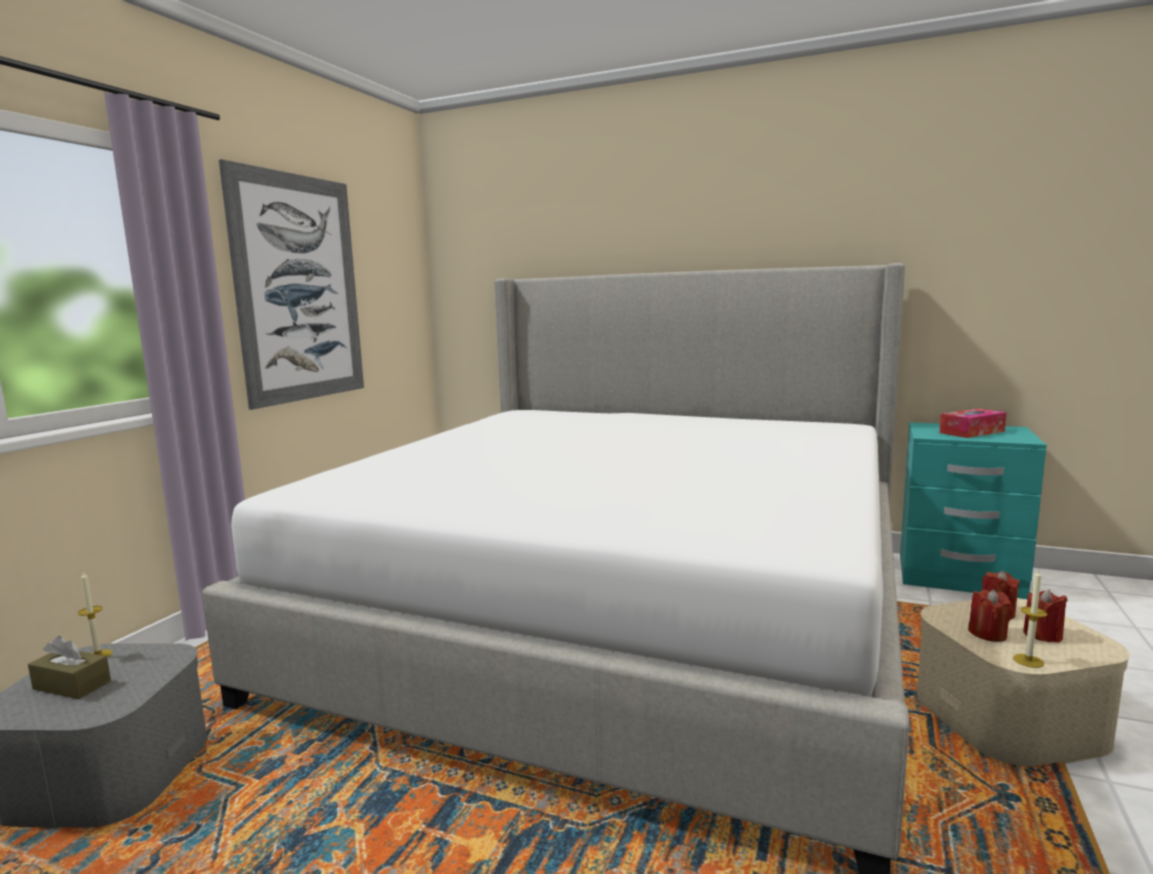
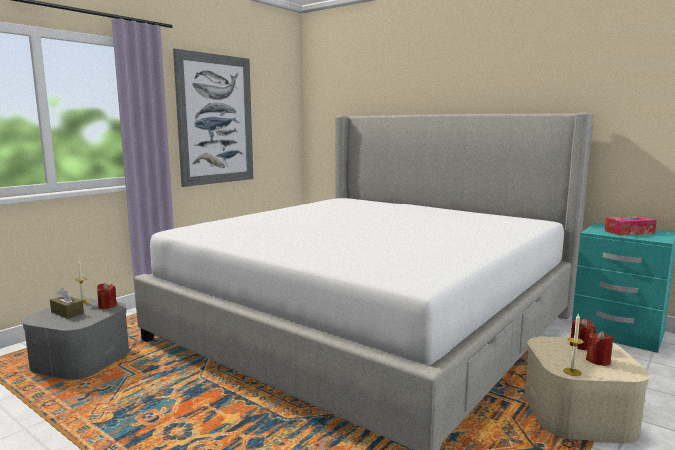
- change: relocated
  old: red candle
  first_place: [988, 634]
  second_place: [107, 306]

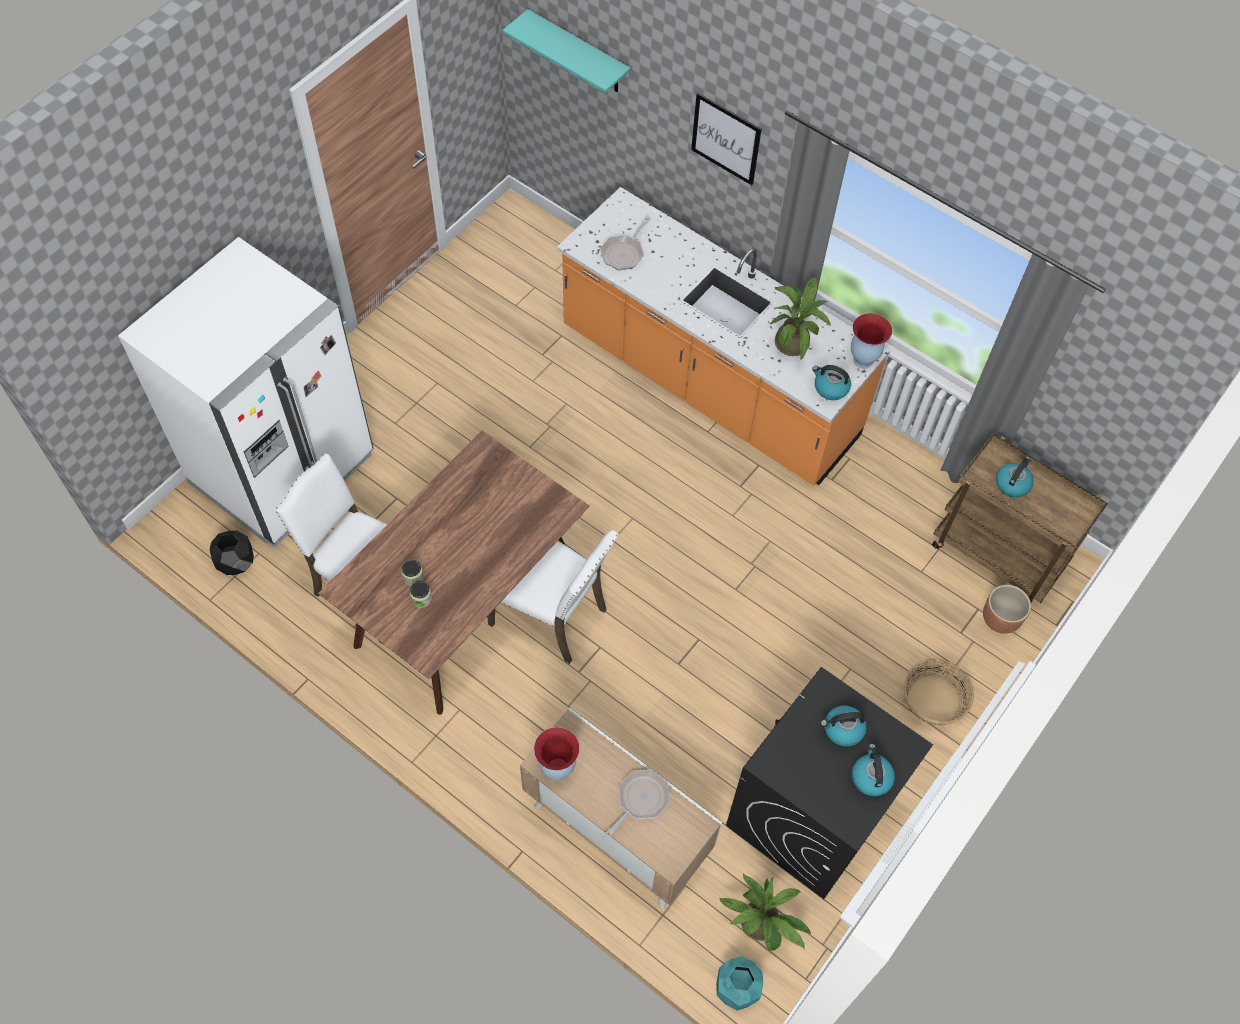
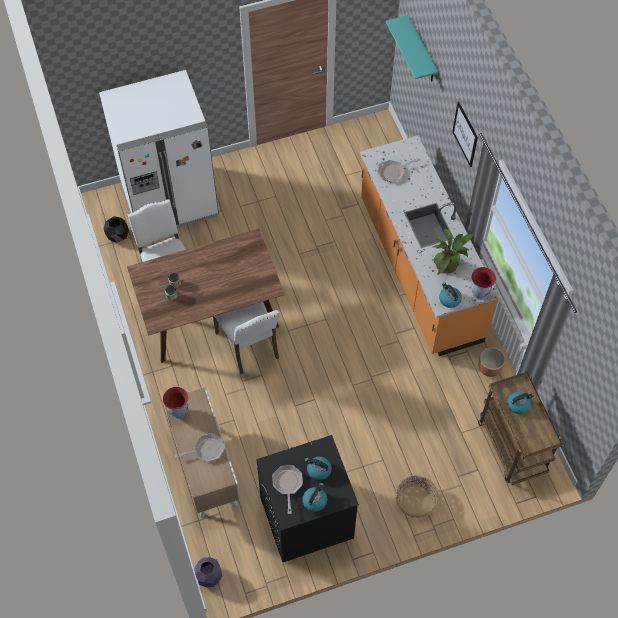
- change: missing
  old: potted plant
  first_place: [761, 926]
- change: appeared
  new: frying pan
  second_place: [287, 484]
- change: relocated
  old: brown planter
  first_place: [1000, 619]
  second_place: [489, 368]
- change: colour
  old: turquoise planter
  new: purple planter
  first_place: [736, 988]
  second_place: [208, 576]

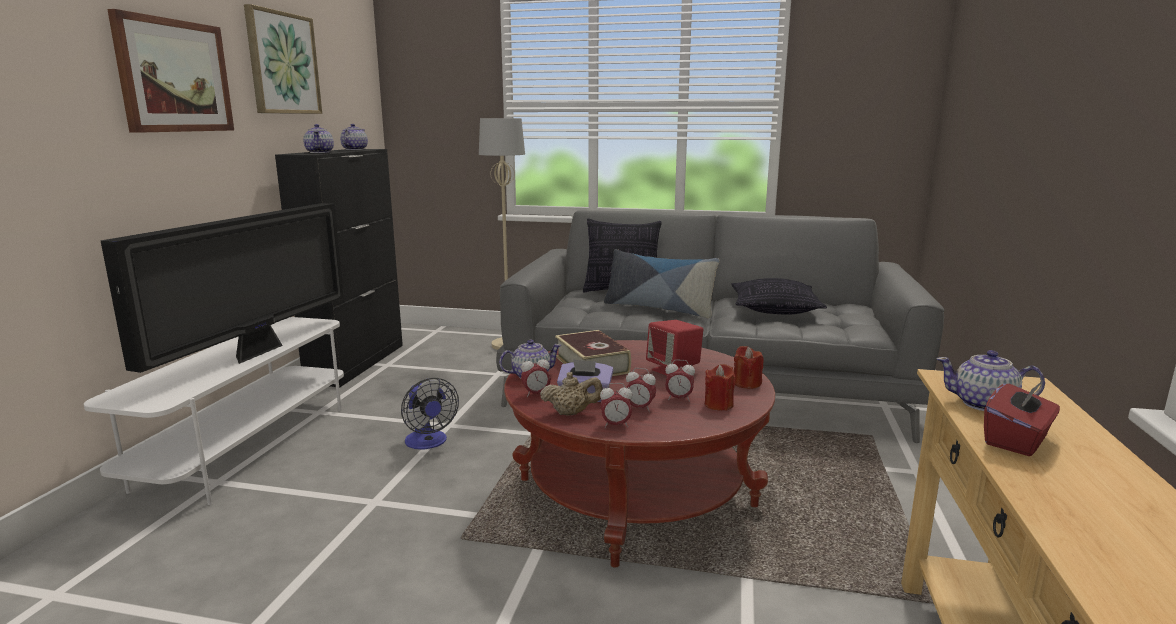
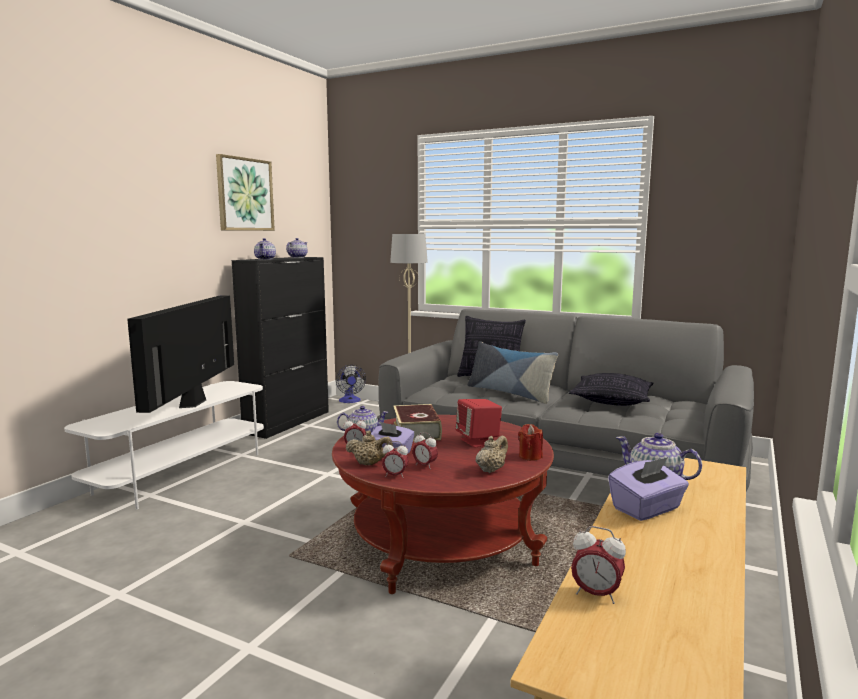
- change: missing
  old: picture
  first_place: [174, 76]
- change: relocated
  old: fan
  first_place: [428, 443]
  second_place: [350, 401]
- change: relocated
  old: alarm clock
  first_place: [679, 399]
  second_place: [596, 594]
- change: exchanged
  old: red candle
  new: beige teapot
  first_place: [718, 405]
  second_place: [491, 470]
- change: colour
  old: red tissue box
  new: purple tissue box
  first_place: [1017, 440]
  second_place: [647, 509]
- change: spun
  old: television
  first_place: [258, 352]
  second_place: [192, 403]
  degrees: 150

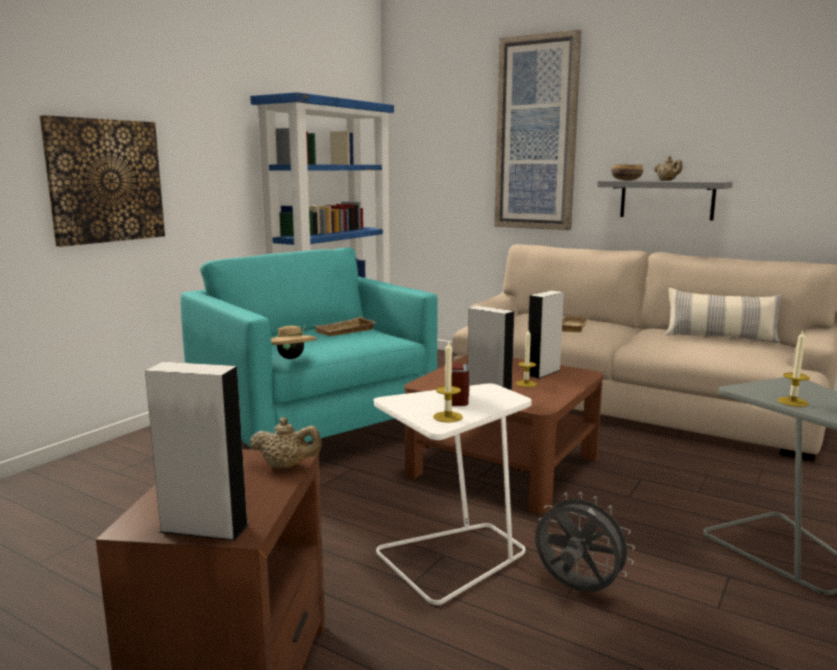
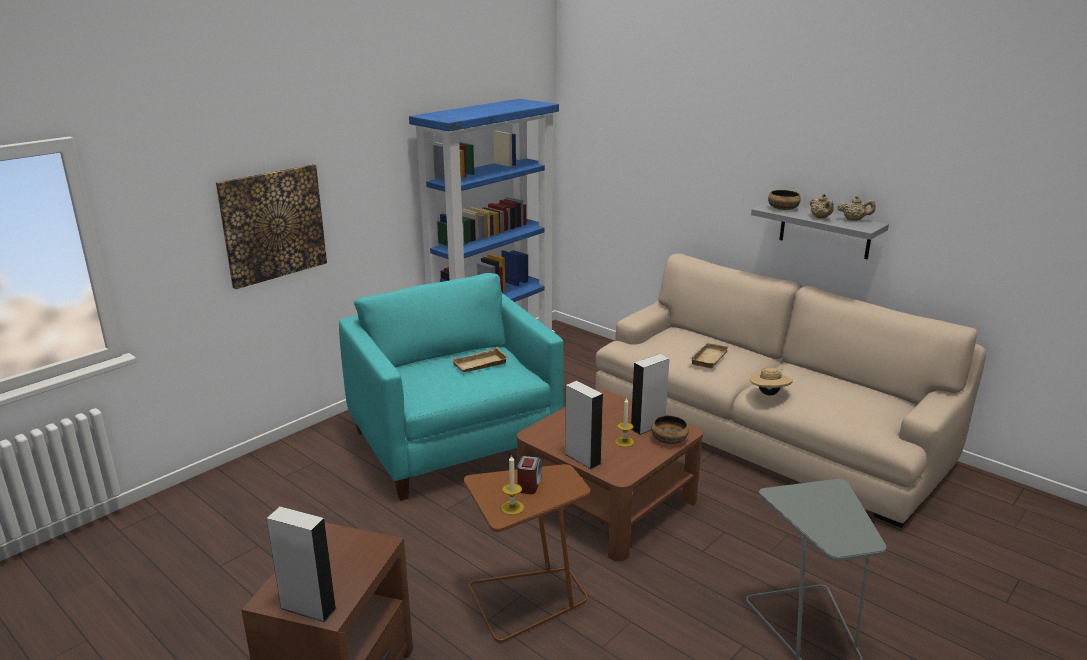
- change: missing
  old: picture
  first_place: [536, 134]
- change: missing
  old: grey fan
  first_place: [576, 589]
- change: missing
  old: pillow
  first_place: [720, 338]
- change: missing
  old: candle
  first_place: [792, 402]
- change: appeared
  new: bowl
  second_place: [668, 439]
- change: relocated
  old: beige teapot
  first_place: [286, 466]
  second_place: [854, 220]
- change: relocated
  old: beige hat
  first_place: [292, 358]
  second_place: [769, 393]
- change: colour
  old: white side table
  new: brown side table
  first_place: [453, 558]
  second_place: [527, 600]

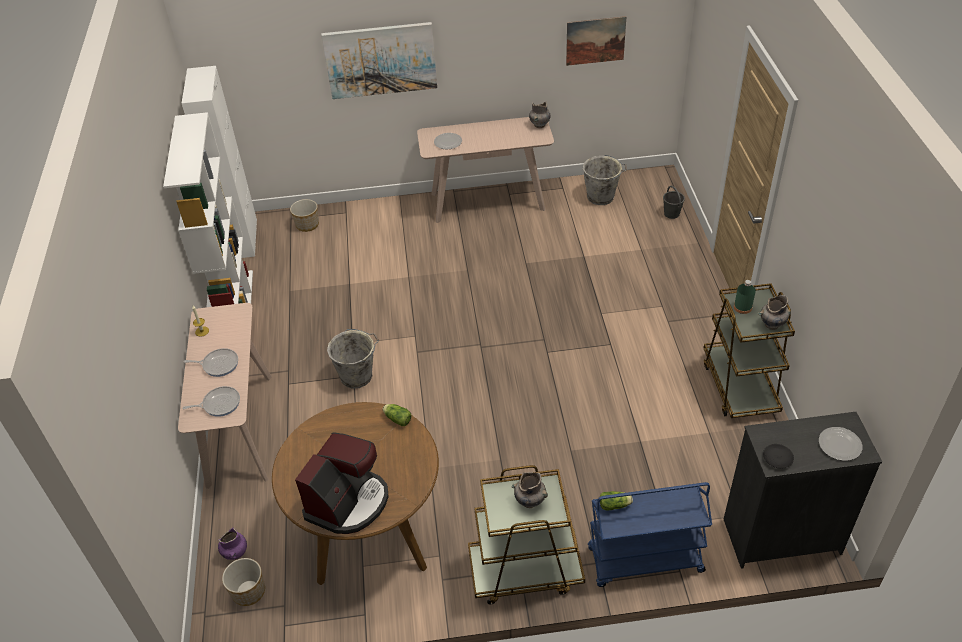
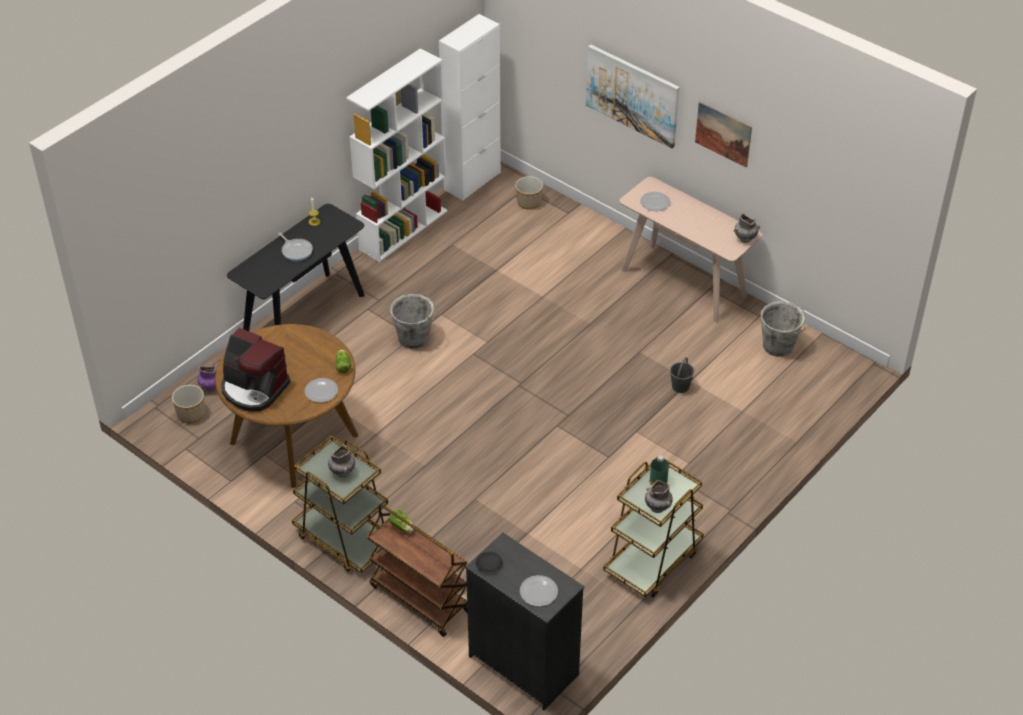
- change: missing
  old: frying pan
  first_place: [219, 404]
- change: appeared
  new: plate
  second_place: [321, 391]
- change: relocated
  old: picture
  first_place: [595, 40]
  second_place: [723, 134]
- change: relocated
  old: grey bucket
  first_place: [672, 214]
  second_place: [680, 387]
- change: colour
  old: beige console table
  new: black console table
  first_place: [239, 429]
  second_place: [304, 314]
- change: colour
  old: blue cart
  new: brown cart
  first_place: [644, 561]
  second_place: [419, 598]
- change: spun
  old: coffee machine
  first_place: [348, 502]
  second_place: [254, 388]
  degrees: 45

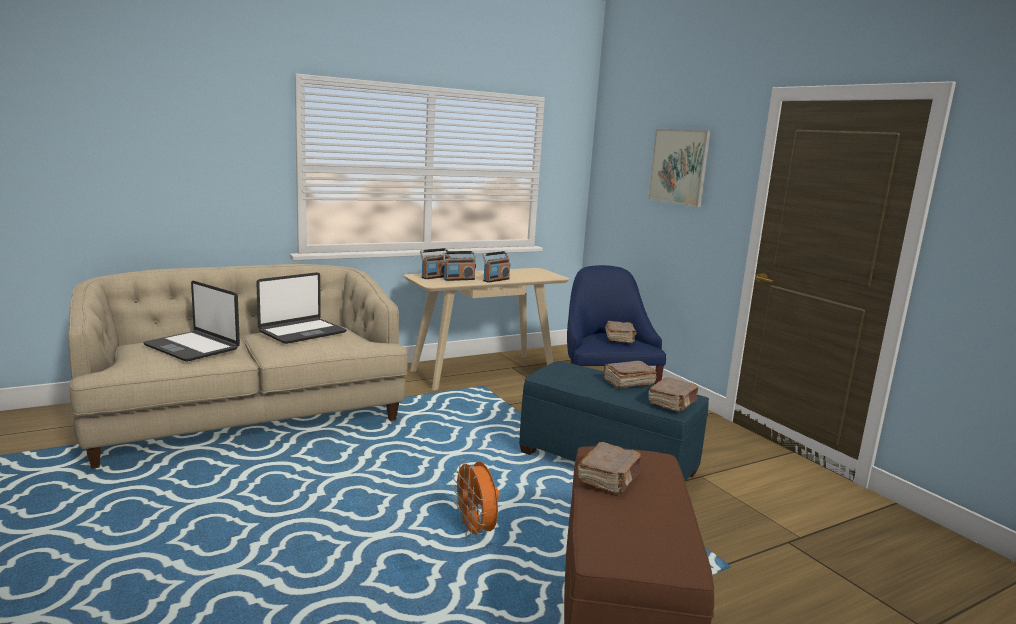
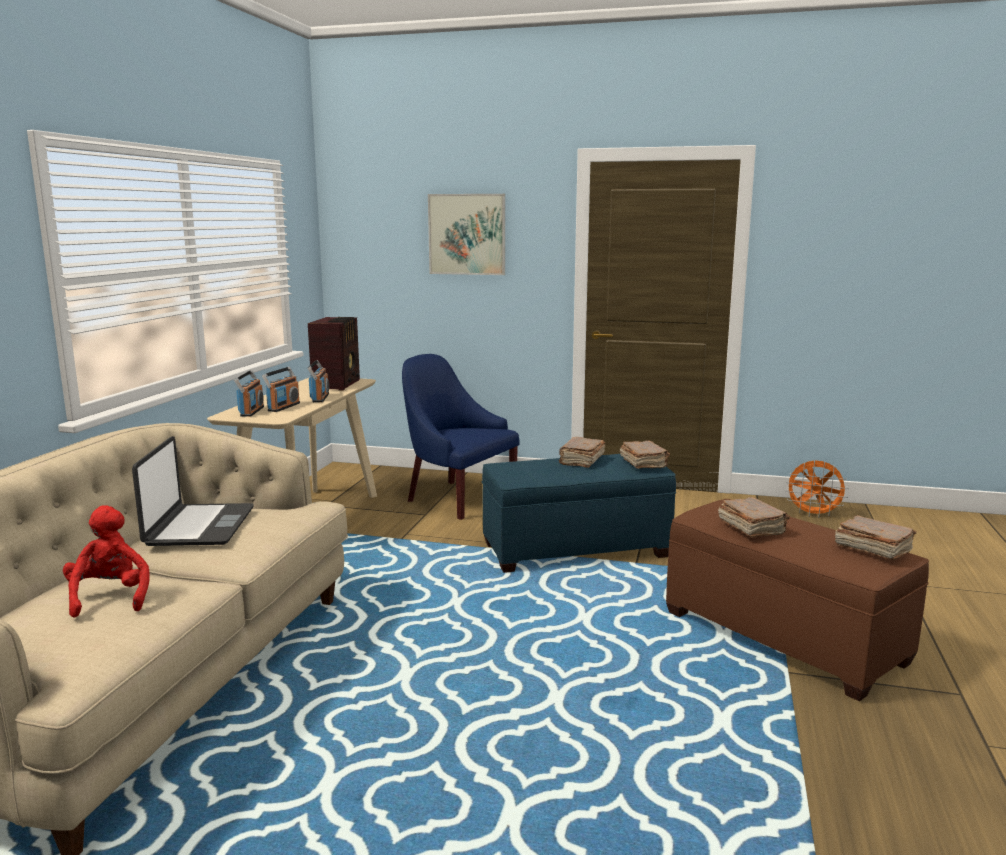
- change: appeared
  new: radio
  second_place: [337, 384]
- change: relocated
  old: orange fan
  first_place: [475, 532]
  second_place: [813, 514]
- change: relocated
  old: brown book
  first_place: [620, 338]
  second_place: [872, 549]
- change: exchanged
  old: laptop
  new: red plush toy
  first_place: [193, 347]
  second_place: [110, 597]

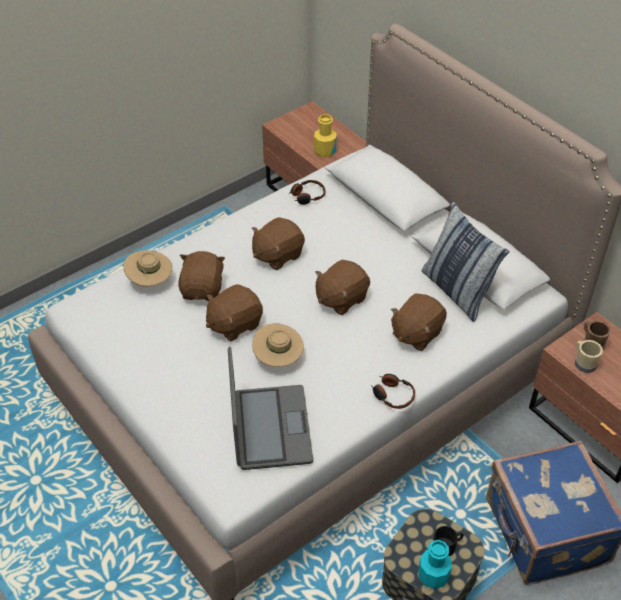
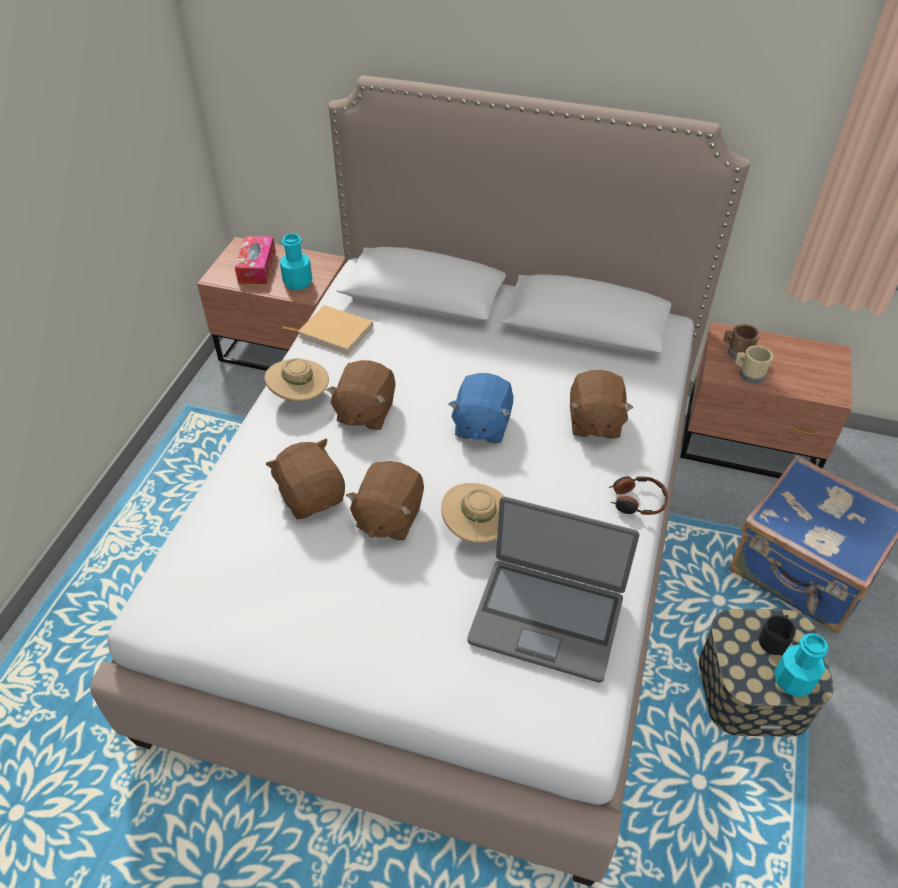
- change: missing
  old: pillow
  first_place: [457, 291]
- change: appeared
  new: tissue box
  second_place: [257, 267]
- change: relocated
  old: beige hat
  first_place: [150, 280]
  second_place: [300, 396]
- change: exchanged
  old: headphones
  new: beige book
  first_place: [307, 196]
  second_place: [337, 332]
- change: colour
  old: yellow bottle
  new: turquoise bottle
  first_place: [325, 151]
  second_place: [298, 282]
- change: colour
  old: brown plush toy
  new: blue plush toy
  first_place: [341, 298]
  second_place: [481, 425]
- change: spun
  old: laptop
  first_place: [270, 428]
  second_place: [547, 618]
  degrees: 150

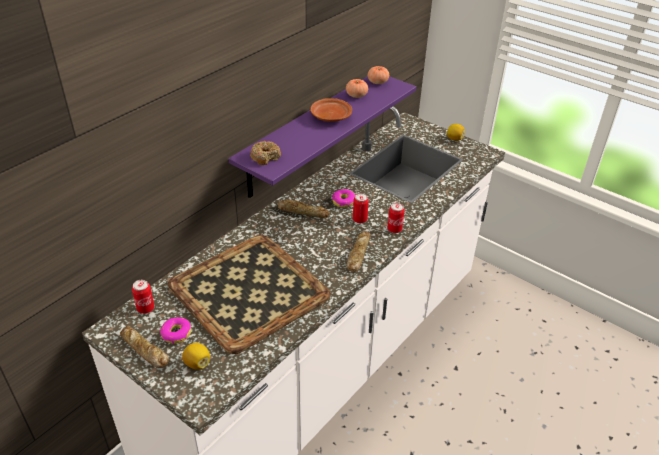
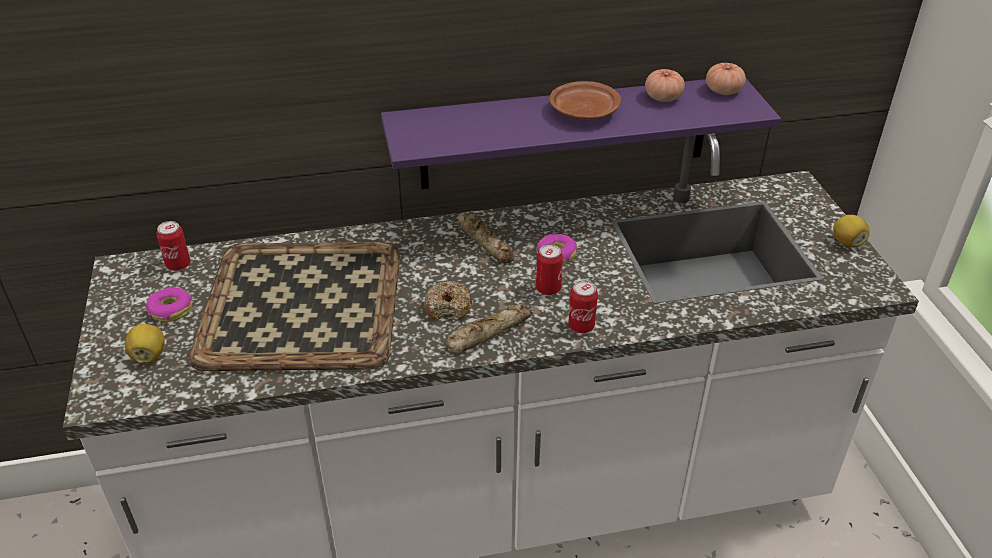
- change: missing
  old: bread
  first_place: [144, 350]
- change: relocated
  old: donut
  first_place: [265, 157]
  second_place: [448, 308]

